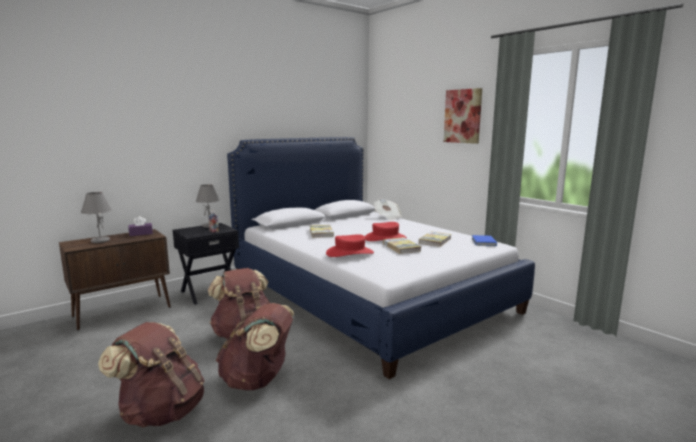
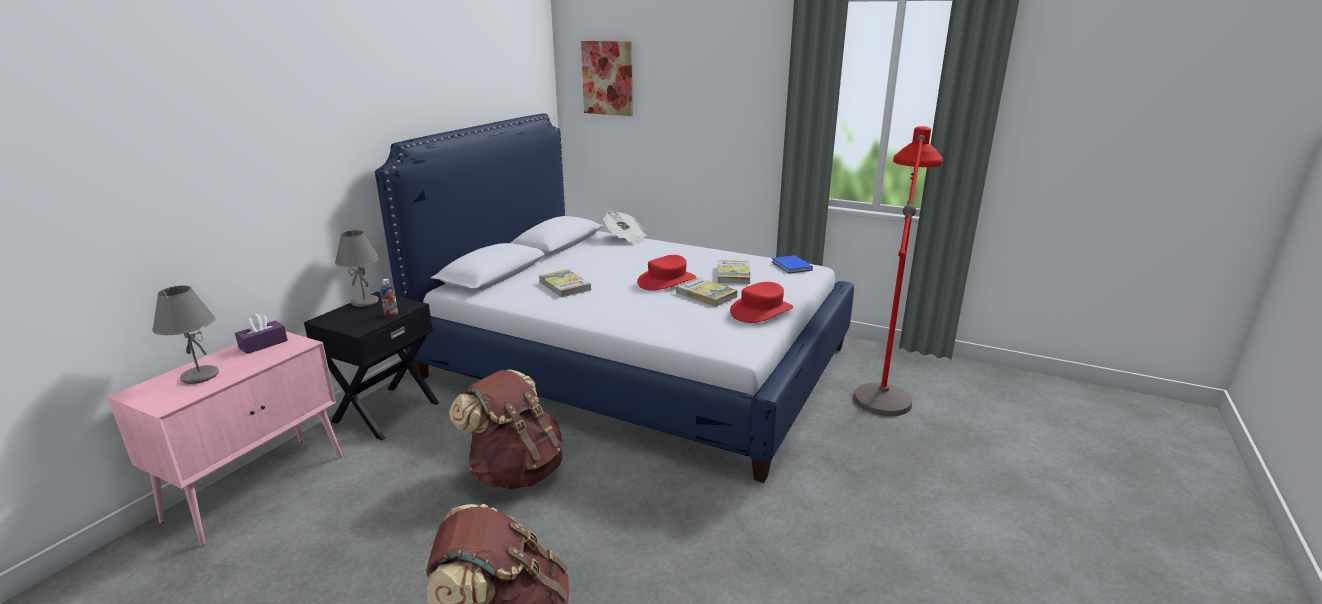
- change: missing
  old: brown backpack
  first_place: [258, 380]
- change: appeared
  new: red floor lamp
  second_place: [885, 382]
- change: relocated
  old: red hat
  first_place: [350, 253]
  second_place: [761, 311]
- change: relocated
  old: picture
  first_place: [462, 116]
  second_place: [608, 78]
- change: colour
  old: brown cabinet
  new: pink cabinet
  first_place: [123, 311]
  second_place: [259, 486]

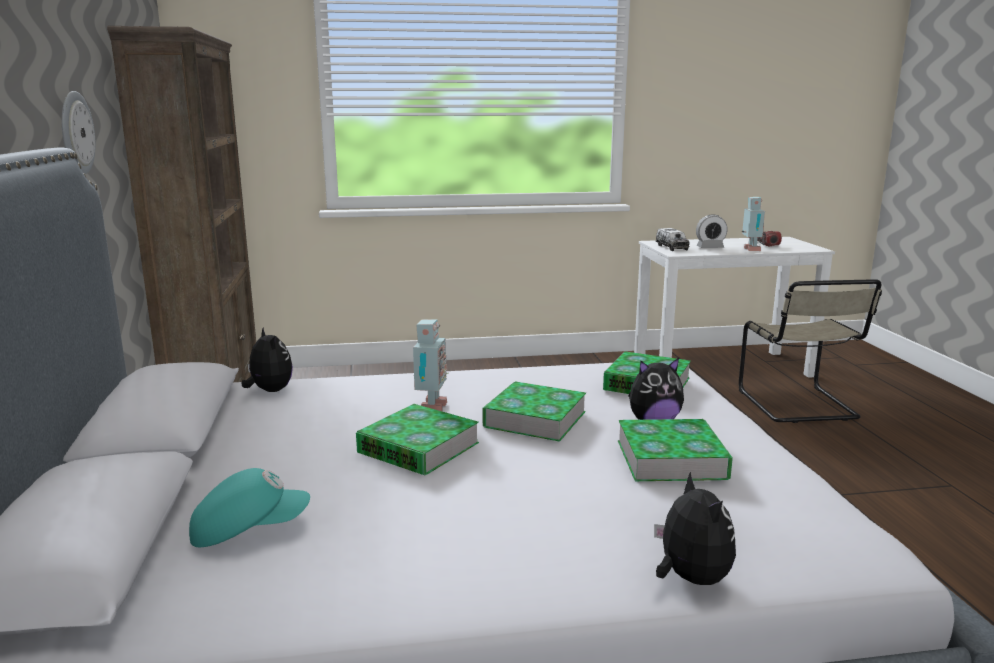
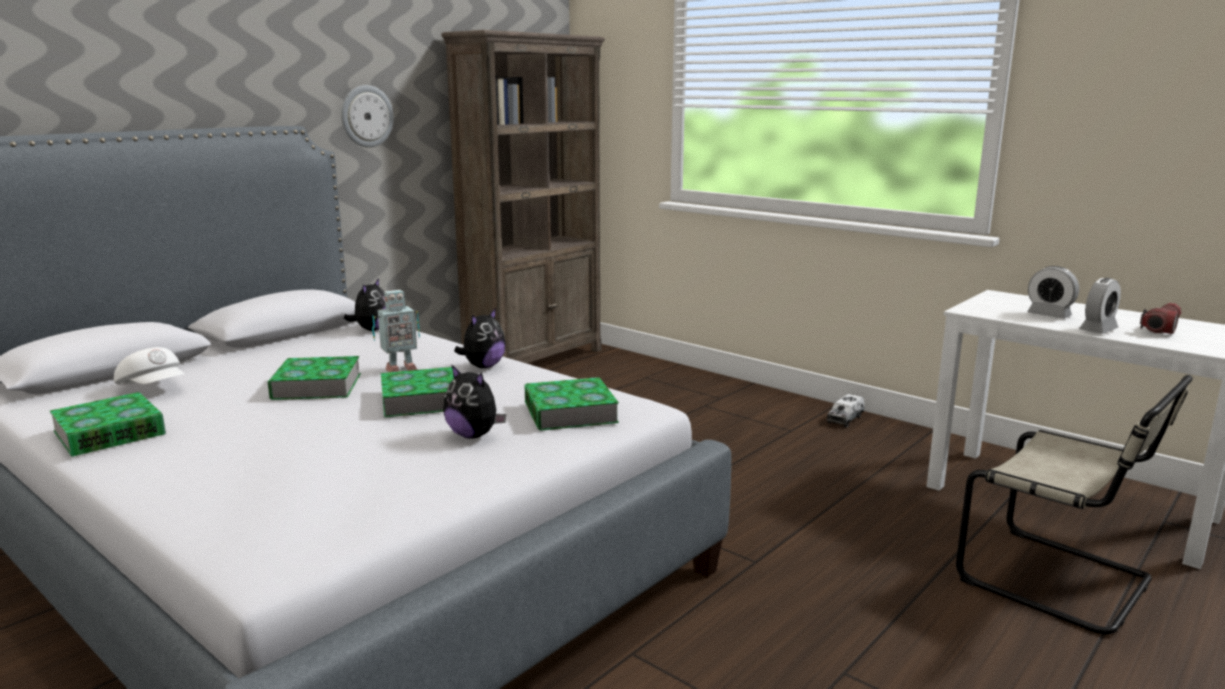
- change: relocated
  old: book
  first_place: [671, 459]
  second_place: [109, 433]
- change: relocated
  old: plush toy
  first_place: [690, 578]
  second_place: [483, 366]
- change: relocated
  old: toy truck
  first_place: [671, 247]
  second_place: [845, 419]
- change: exchanged
  old: toy robot
  new: alarm clock
  first_place: [750, 250]
  second_place: [1098, 330]
- change: colour
  old: turquoise cap
  new: white cap
  first_place: [249, 530]
  second_place: [154, 388]
- change: spun
  old: beige chair
  first_place: [799, 406]
  second_place: [1061, 582]
  degrees: -90

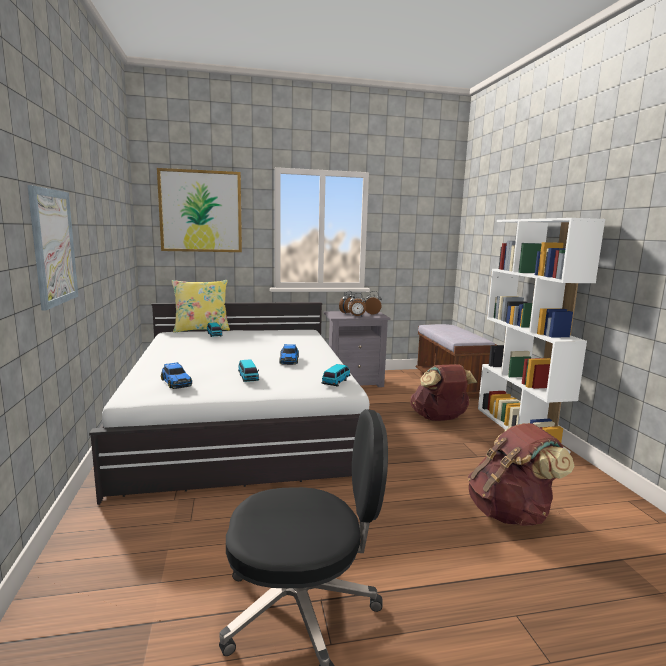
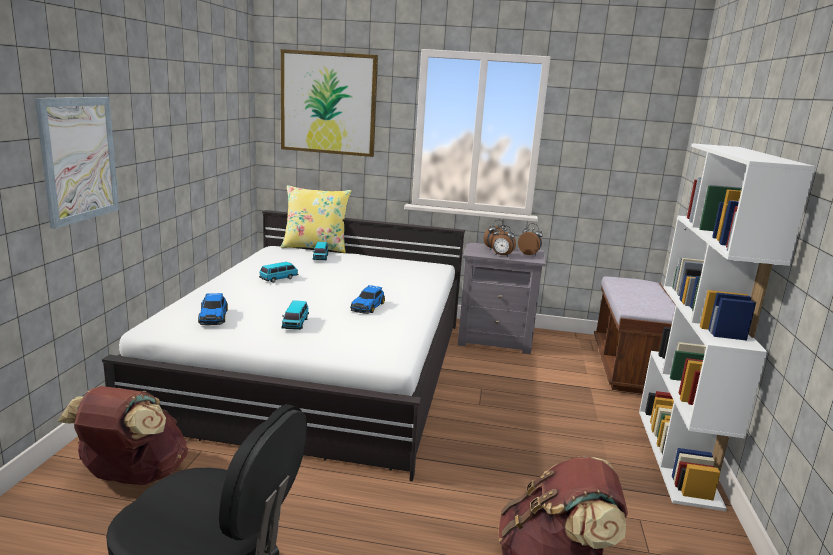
- change: relocated
  old: toy car
  first_place: [336, 382]
  second_place: [279, 278]
- change: relocated
  old: brown backpack
  first_place: [439, 418]
  second_place: [132, 477]

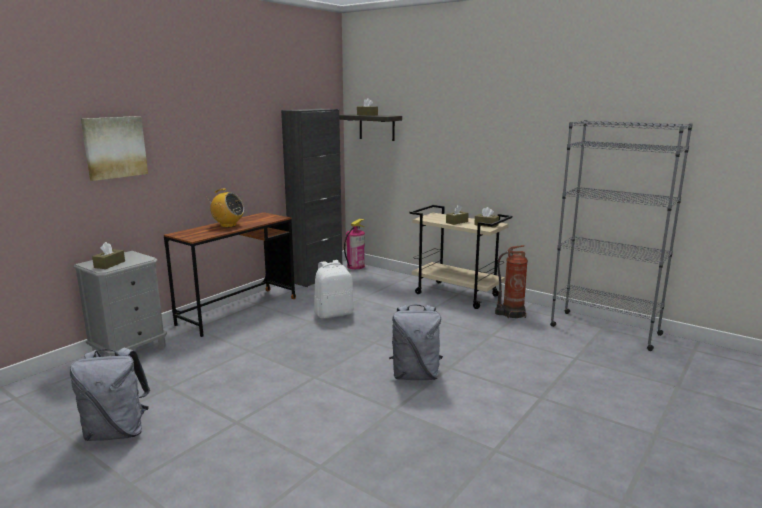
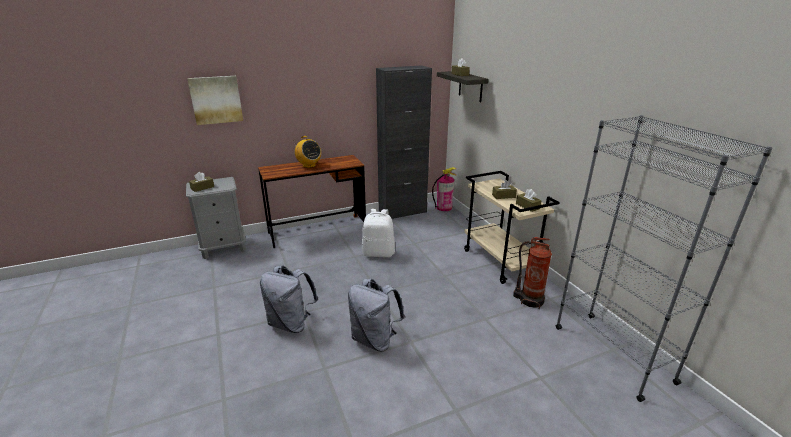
- change: relocated
  old: grey backpack
  first_place: [117, 432]
  second_place: [291, 323]

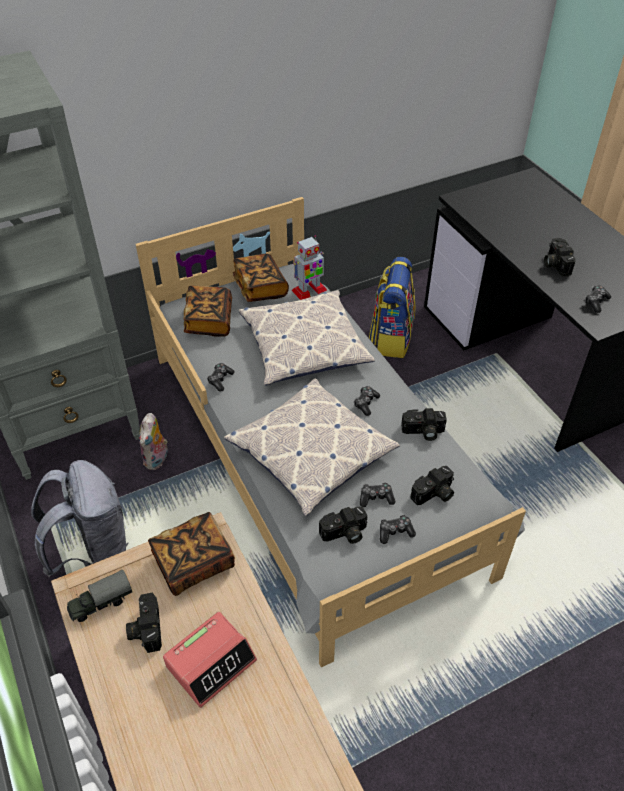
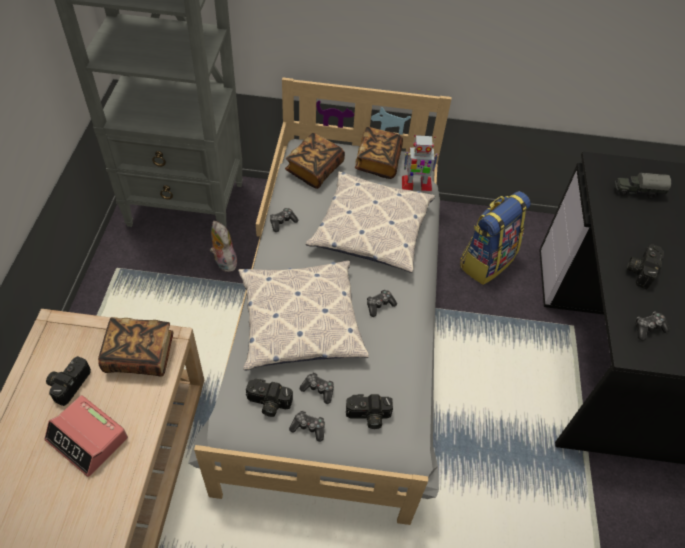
- change: missing
  old: grey backpack
  first_place: [94, 552]
- change: missing
  old: photo camera
  first_place: [423, 432]
- change: relocated
  old: toy truck
  first_place: [101, 603]
  second_place: [637, 191]
- change: spun
  old: plush toy
  first_place: [157, 460]
  second_place: [223, 261]
  degrees: 105
- change: spun
  old: alarm clock
  first_place: [211, 662]
  second_place: [88, 439]
  degrees: 45

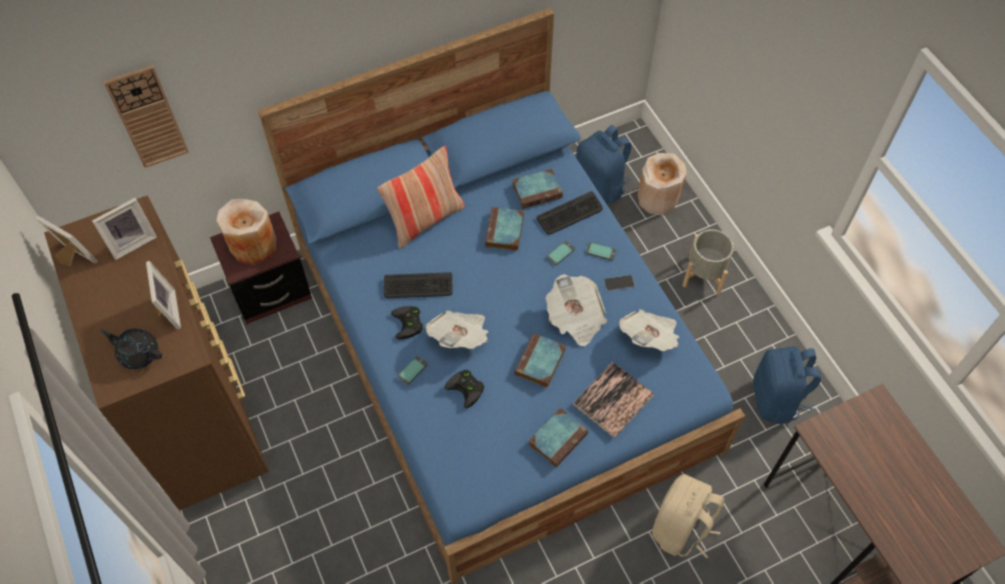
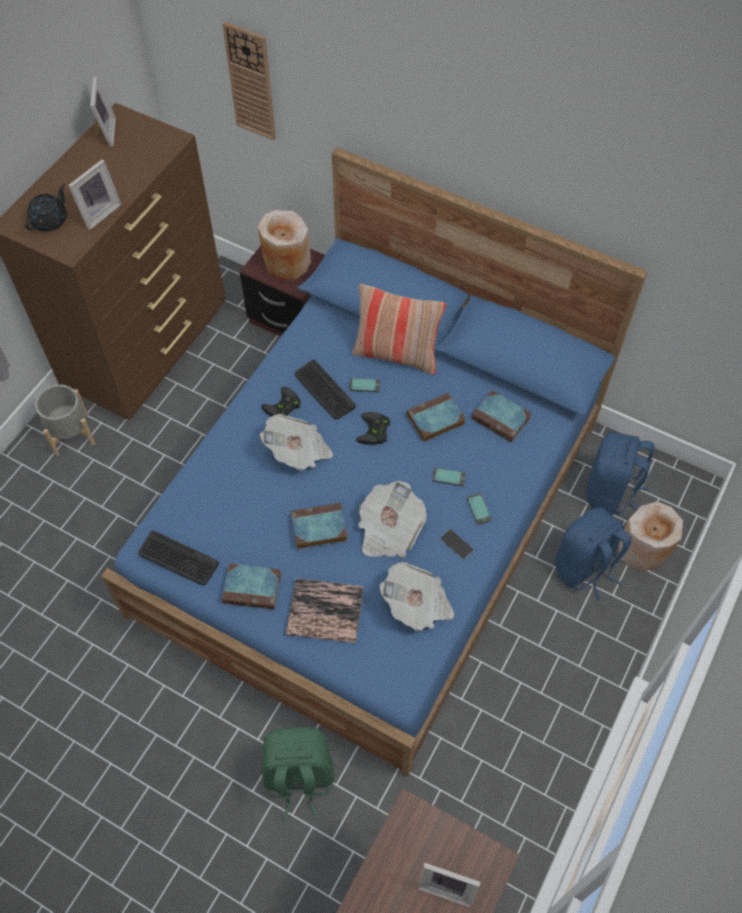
- change: relocated
  old: picture frame
  first_place: [132, 242]
  second_place: [447, 885]
- change: relocated
  old: phone
  first_place: [412, 370]
  second_place: [364, 385]
- change: relocated
  old: black game controller
  first_place: [467, 389]
  second_place: [375, 431]
- change: relocated
  old: keyboard
  first_place: [570, 214]
  second_place: [178, 558]
- change: relocated
  old: grey planter
  first_place: [704, 275]
  second_place: [71, 434]
- change: relocated
  old: blue backpack
  first_place: [776, 399]
  second_place: [585, 568]
- change: colour
  old: beige backpack
  new: green backpack
  first_place: [681, 529]
  second_place: [298, 778]
- change: spun
  old: black teapot
  first_place: [138, 353]
  second_place: [50, 220]
  degrees: 45

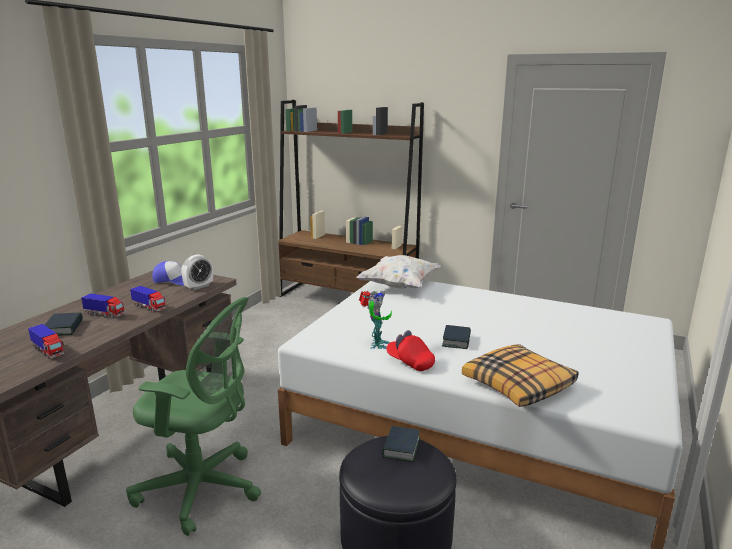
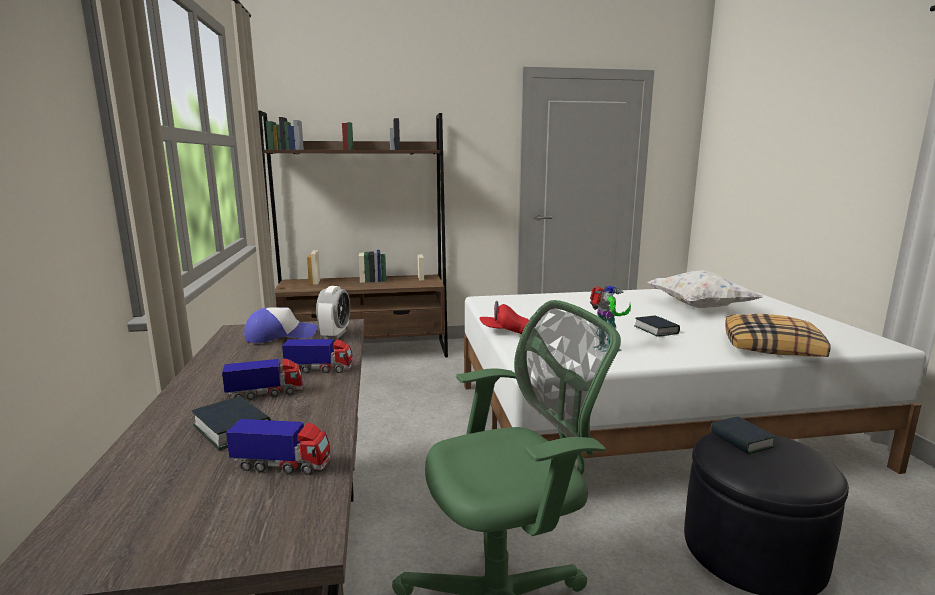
- change: relocated
  old: white pillow
  first_place: [399, 286]
  second_place: [698, 307]
- change: relocated
  old: red cap
  first_place: [410, 362]
  second_place: [505, 332]

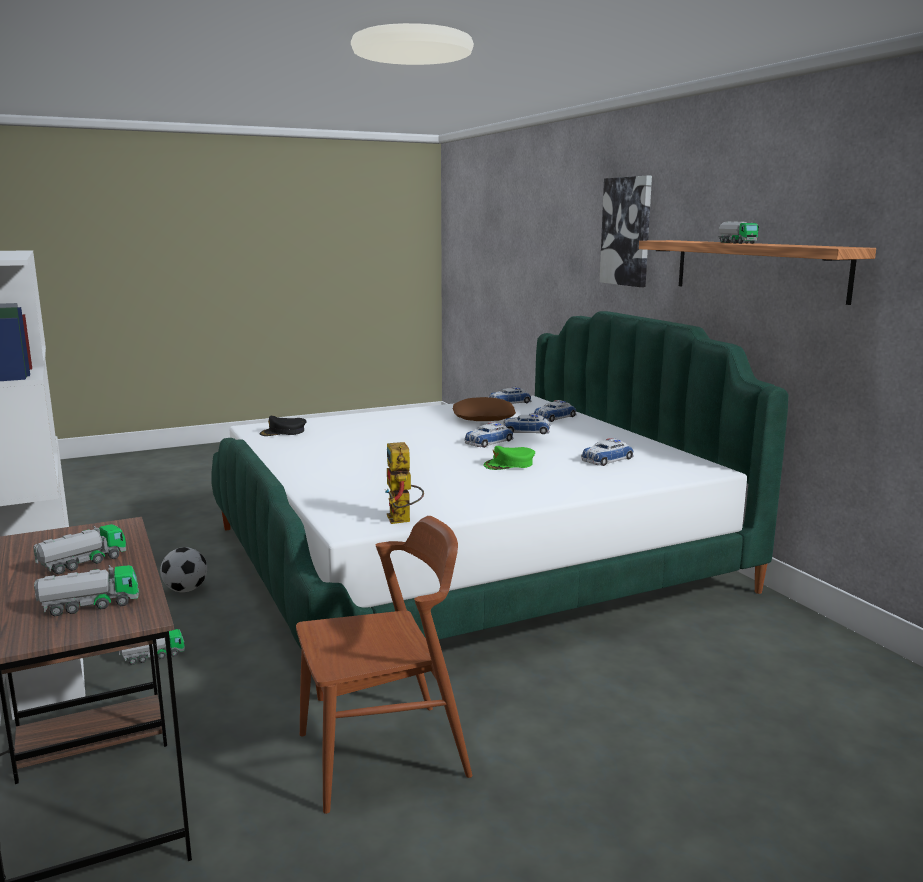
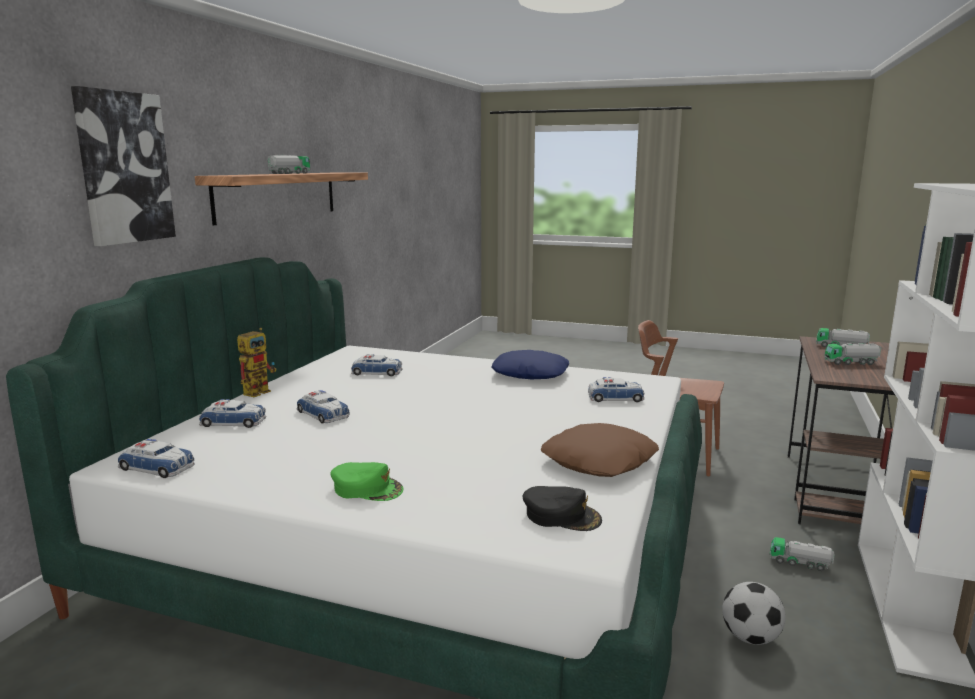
- change: appeared
  new: blue pillow
  second_place: [530, 373]
- change: relocated
  old: toy robot
  first_place: [403, 520]
  second_place: [259, 391]
- change: relocated
  old: brown pillow
  first_place: [483, 417]
  second_place: [600, 461]
- change: relocated
  old: toy car
  first_place: [488, 442]
  second_place: [615, 397]
- change: relocated
  old: green cap
  first_place: [509, 464]
  second_place: [367, 488]

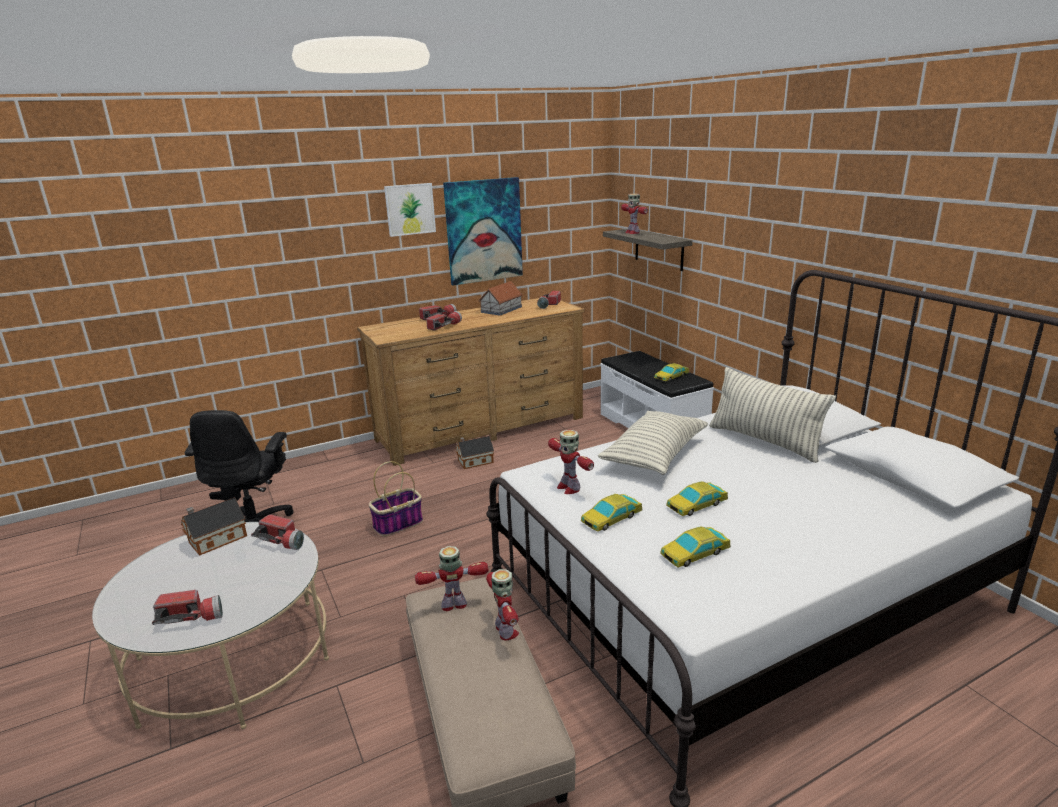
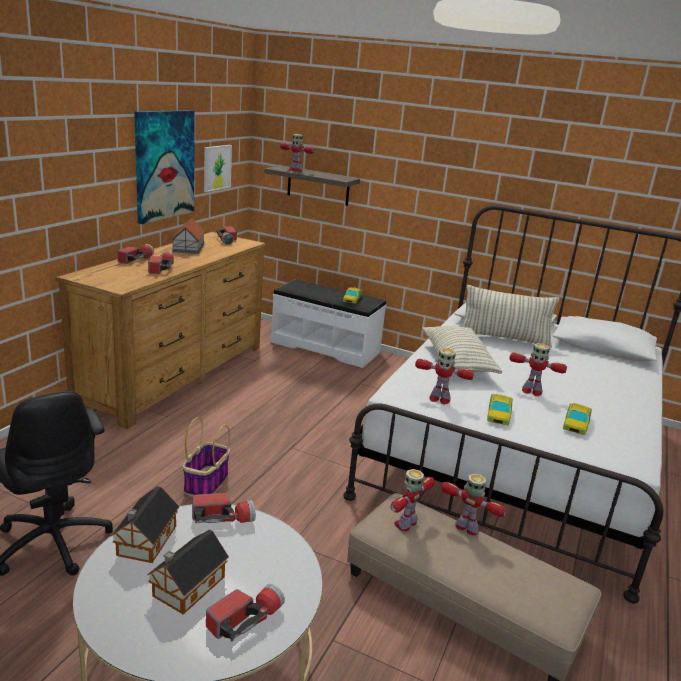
- change: relocated
  old: picture
  first_place: [410, 209]
  second_place: [217, 167]
- change: relocated
  old: toy house
  first_place: [474, 461]
  second_place: [186, 588]
- change: exchanged
  old: toy car
  new: toy robot
  first_place: [697, 504]
  second_place: [531, 391]

